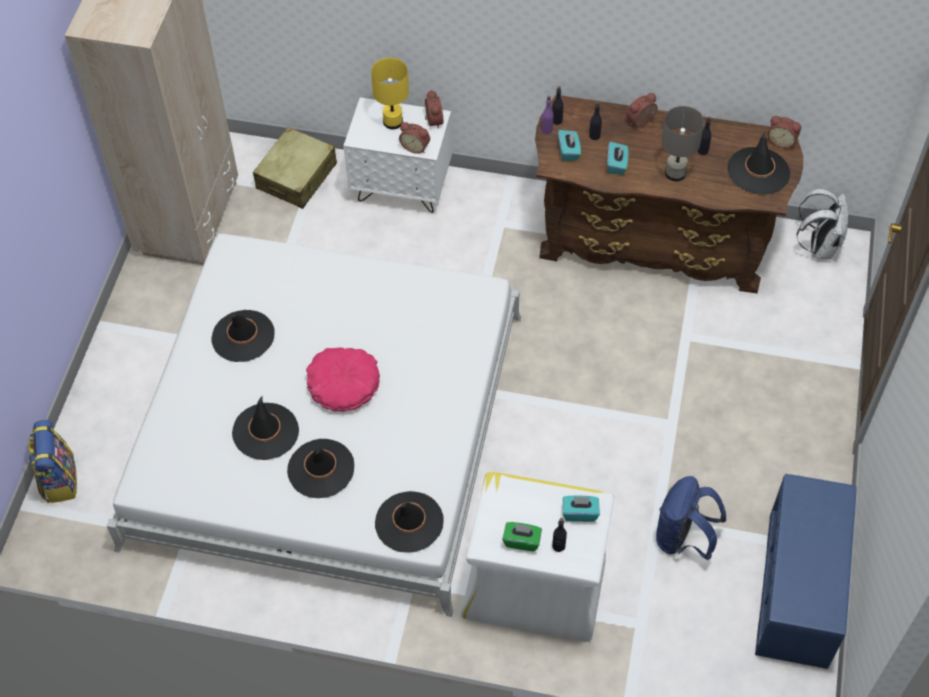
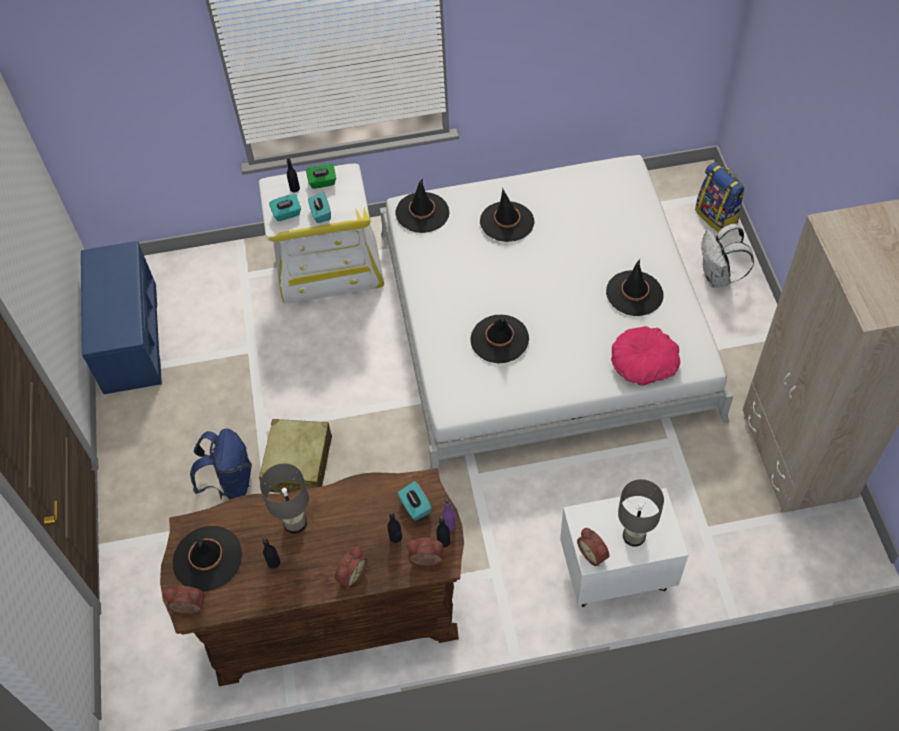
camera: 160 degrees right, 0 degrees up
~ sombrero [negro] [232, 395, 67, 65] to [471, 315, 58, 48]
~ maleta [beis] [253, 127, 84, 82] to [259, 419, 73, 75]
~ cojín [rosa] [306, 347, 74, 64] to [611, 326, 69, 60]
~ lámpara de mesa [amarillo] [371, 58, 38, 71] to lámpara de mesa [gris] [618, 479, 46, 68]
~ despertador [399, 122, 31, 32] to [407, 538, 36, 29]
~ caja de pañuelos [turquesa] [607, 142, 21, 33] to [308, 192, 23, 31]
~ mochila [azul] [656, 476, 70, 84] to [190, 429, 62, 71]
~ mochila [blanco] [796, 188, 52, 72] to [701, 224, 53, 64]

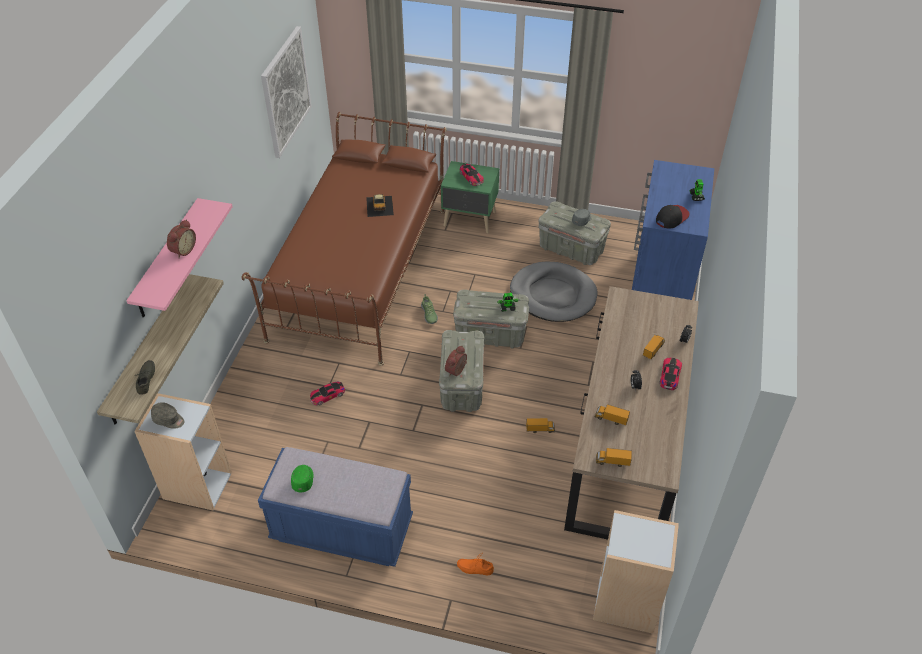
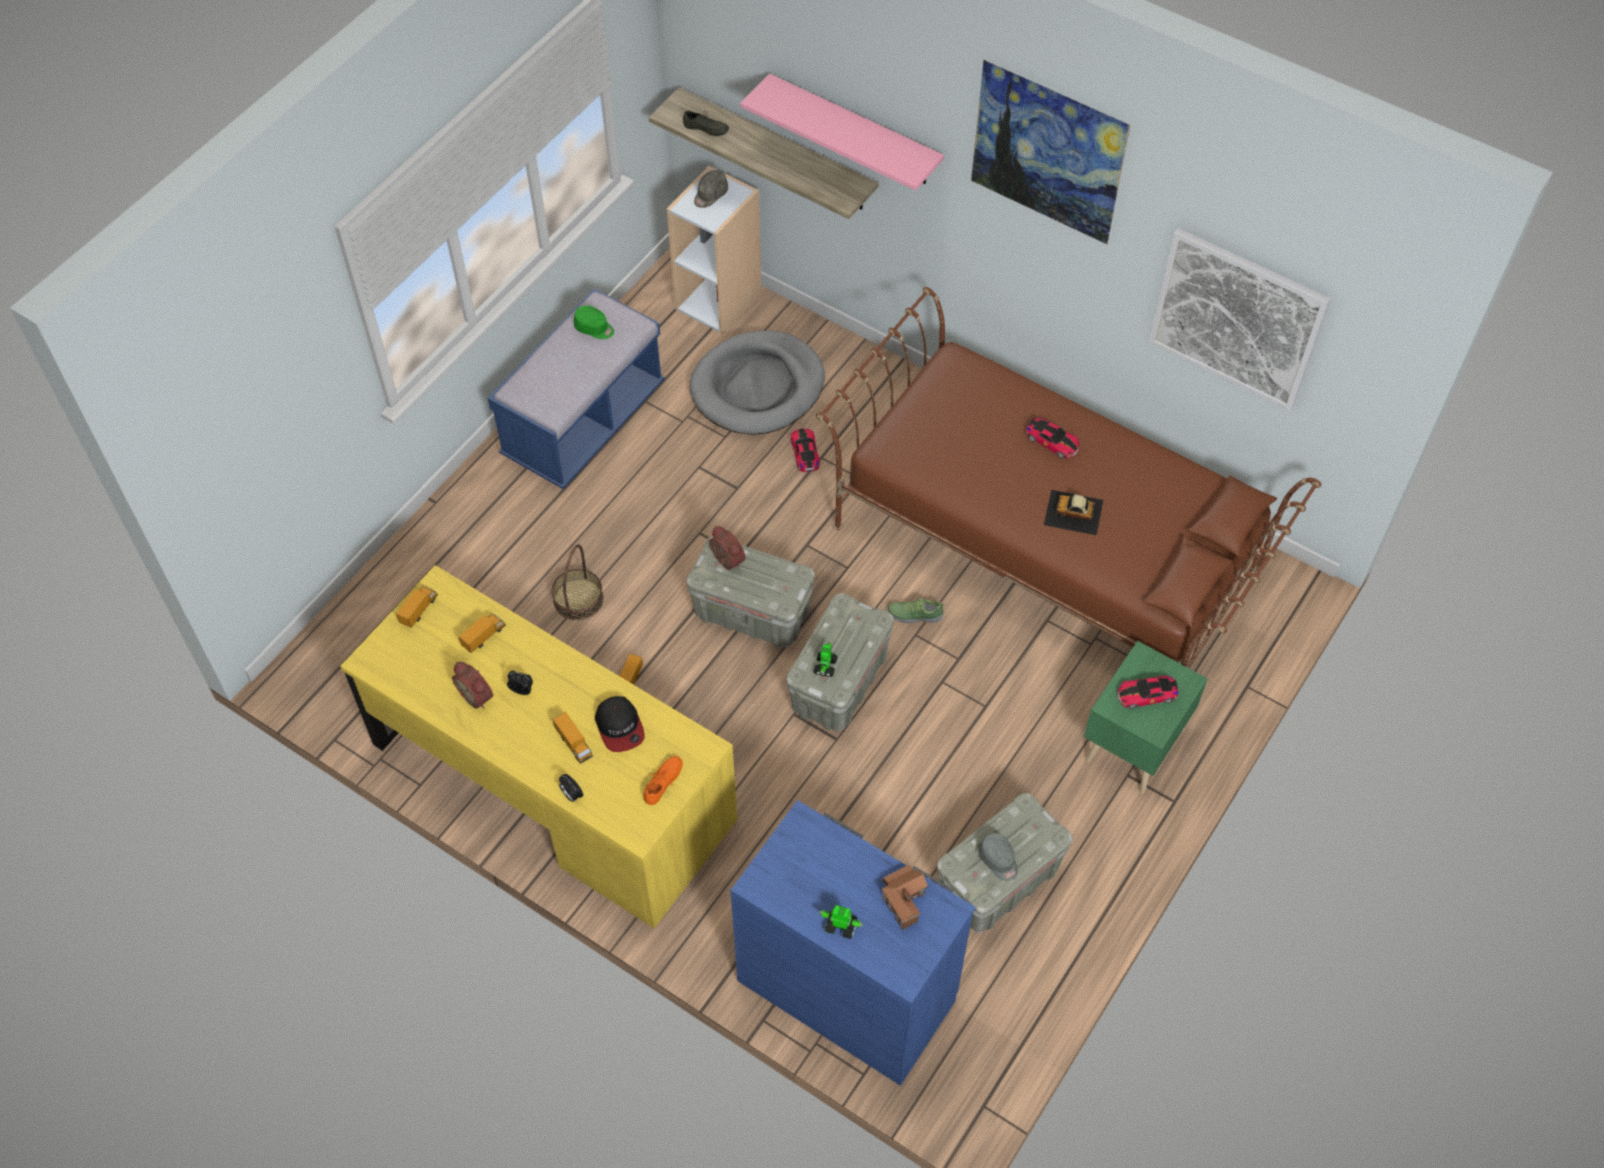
camera: 110 degrees right, 10 degrees up
~ despertador [167, 220, 29, 38] to [452, 662, 41, 47]
~ zapato [naranja] [457, 553, 37, 22] to [644, 756, 39, 49]
~ cama para perro [gris] [510, 261, 88, 61] to [689, 330, 136, 105]
~ escritorio [marrón] [564, 286, 135, 254] to escritorio [amarillo] [340, 565, 397, 363]
- estantería [593, 510, 86, 124]
~ gorra [656, 205, 34, 24] to [595, 696, 50, 56]
~ coche de juguete [659, 358, 23, 32] to [1026, 418, 53, 41]
+ cesta [551, 544, 53, 76]
+ casita [882, 864, 46, 66]
+ cuadro [971, 60, 160, 184]

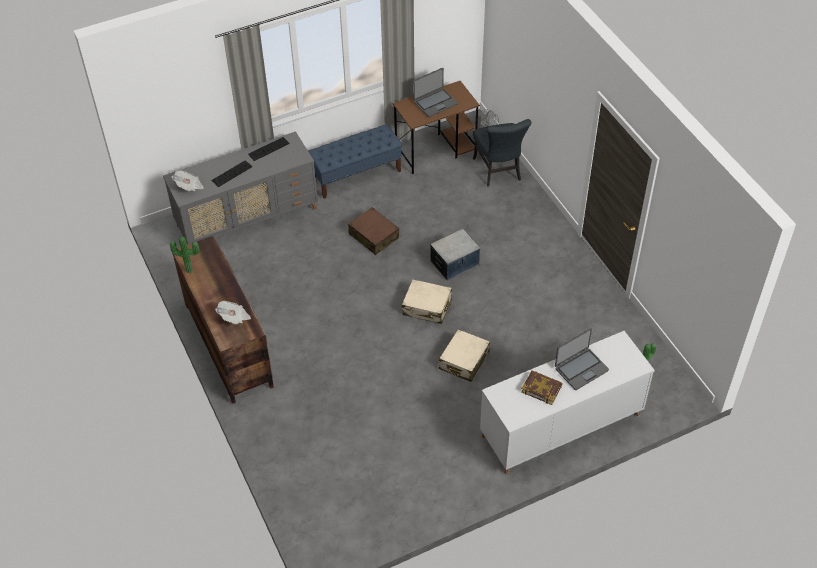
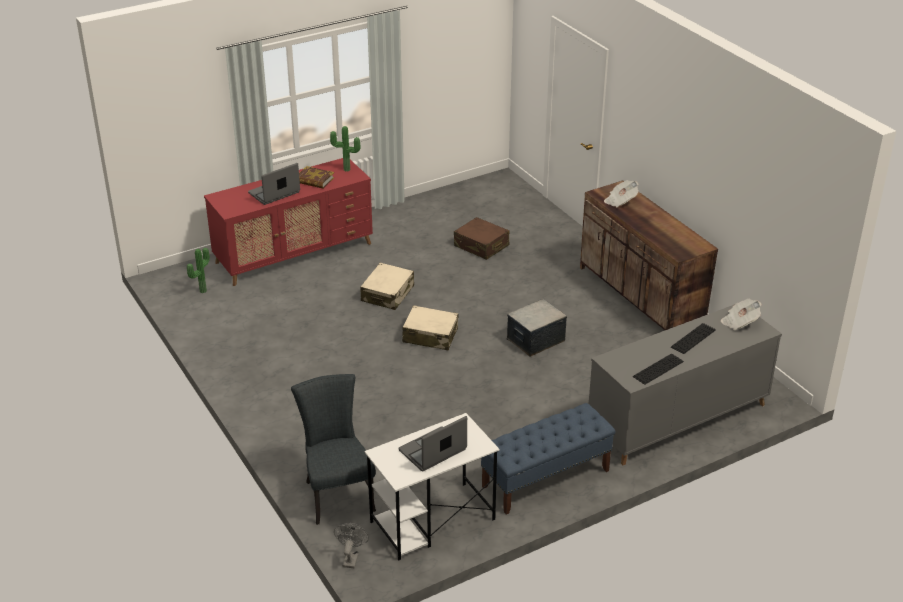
camera: 175 degrees right, 15 degrees down
~ planta en maceta [170, 237, 30, 36] to [330, 126, 31, 46]
~ maleta [marrón] [348, 207, 51, 48] to [454, 217, 55, 43]
~ escritorio [marrón] [393, 81, 87, 93] to escritorio [blanco] [364, 413, 136, 148]
~ caja de almacenaje [430, 229, 50, 52] to [507, 299, 60, 58]
~ cómoda [blanco] [480, 331, 175, 144] to cómoda [rojo] [204, 158, 169, 128]

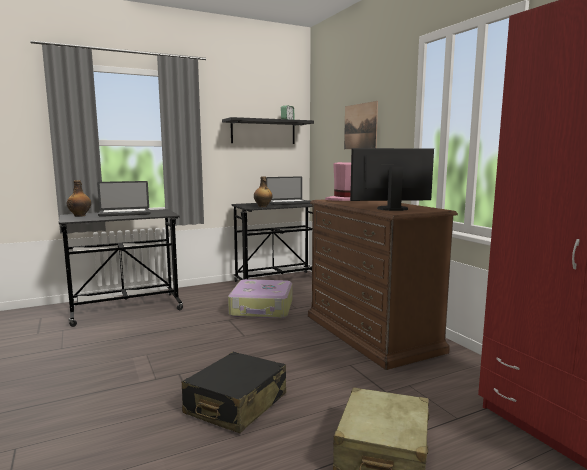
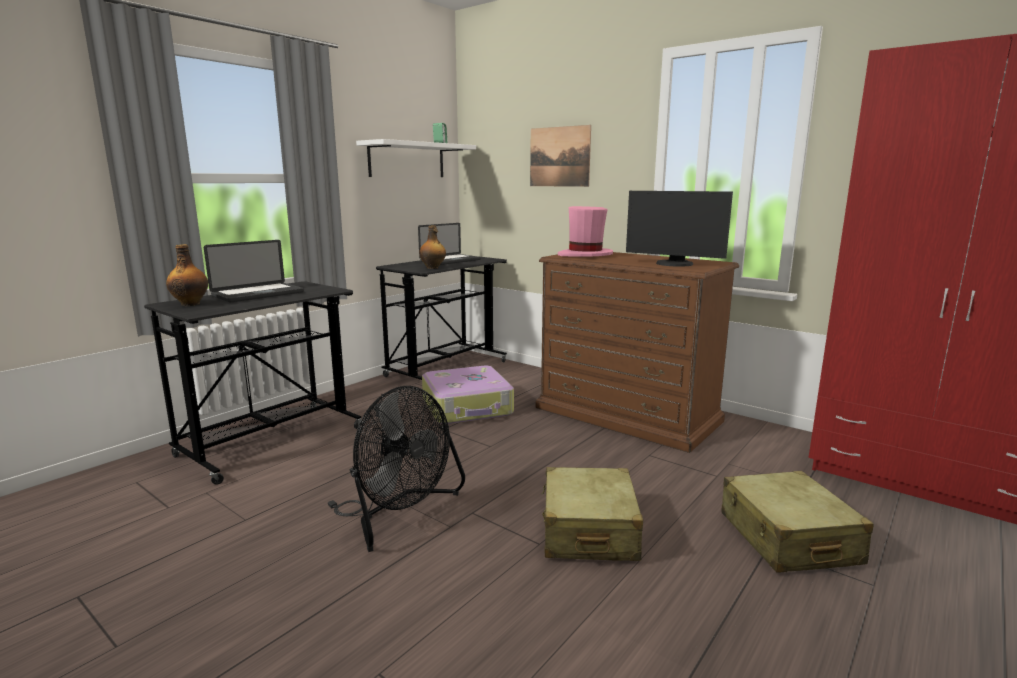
camera: 25 degrees left, 5 degrees up
~ maleta [negro] [182, 352, 104, 81] to maleta [beis] [542, 467, 101, 94]
~ estante [negro] [222, 117, 92, 27] to estante [blanco] [356, 139, 120, 38]
~ monitor [350, 148, 84, 63] = [626, 191, 107, 76] 120 degrees counterclockwise
+ ventilador [negro] [328, 386, 137, 166]

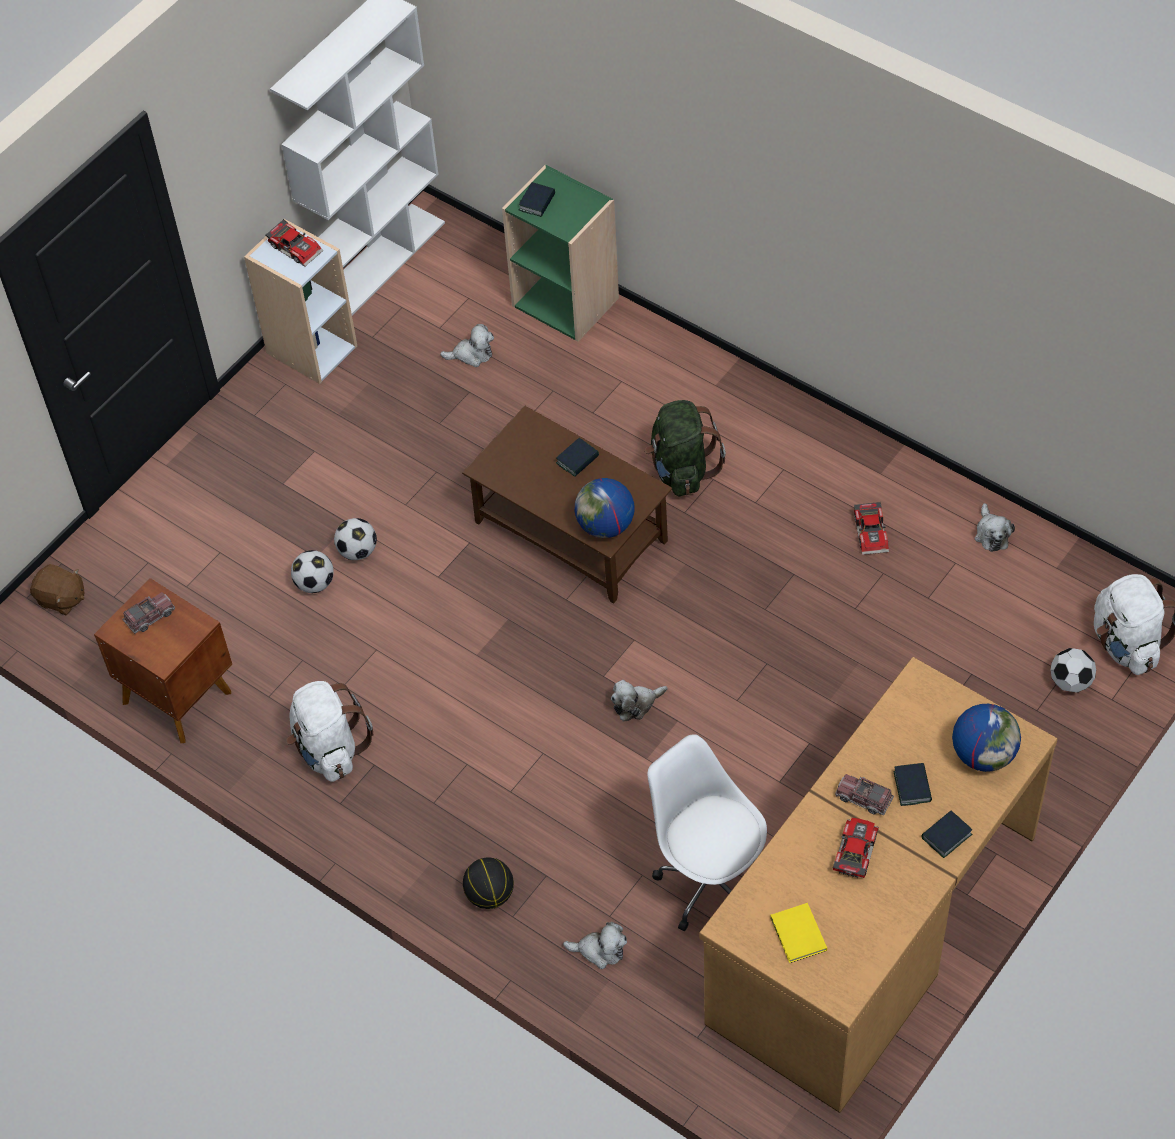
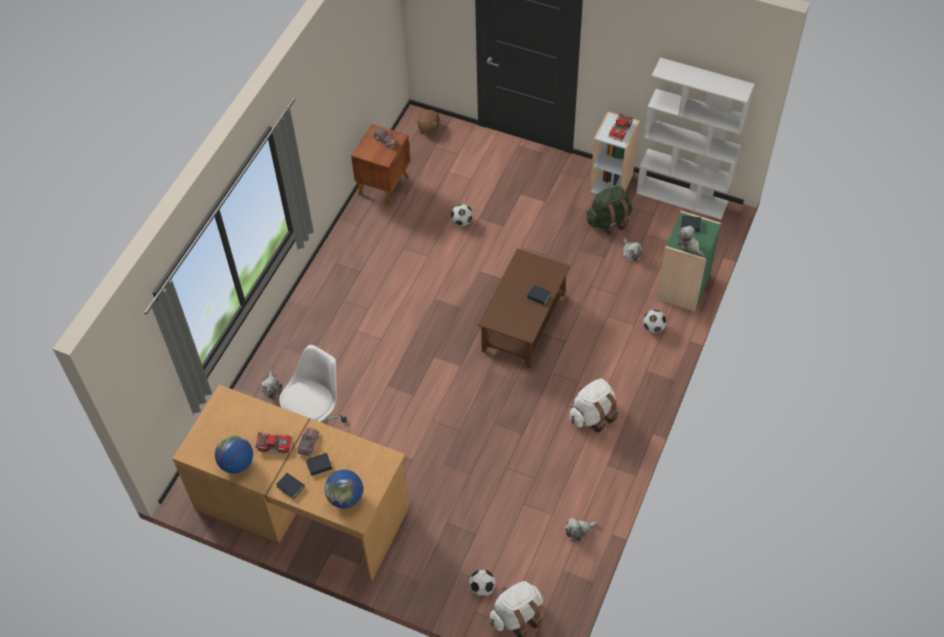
camera: 75 degrees right, 0 degrees up
~ mochila [blanco] [287, 681, 86, 101] to [569, 379, 49, 53]
~ balón de fútbol [334, 518, 43, 42] to [643, 309, 24, 24]
- balón de baloncesto [463, 858, 51, 51]
~ globo terráqueo [575, 478, 59, 60] to [215, 436, 38, 38]
~ peluche [611, 680, 57, 41] to [677, 226, 27, 31]
~ mochila [verde] [645, 400, 81, 96] to [586, 186, 46, 49]
- libro [amarillo] [770, 903, 57, 60]
- coche de juguete [854, 502, 35, 53]

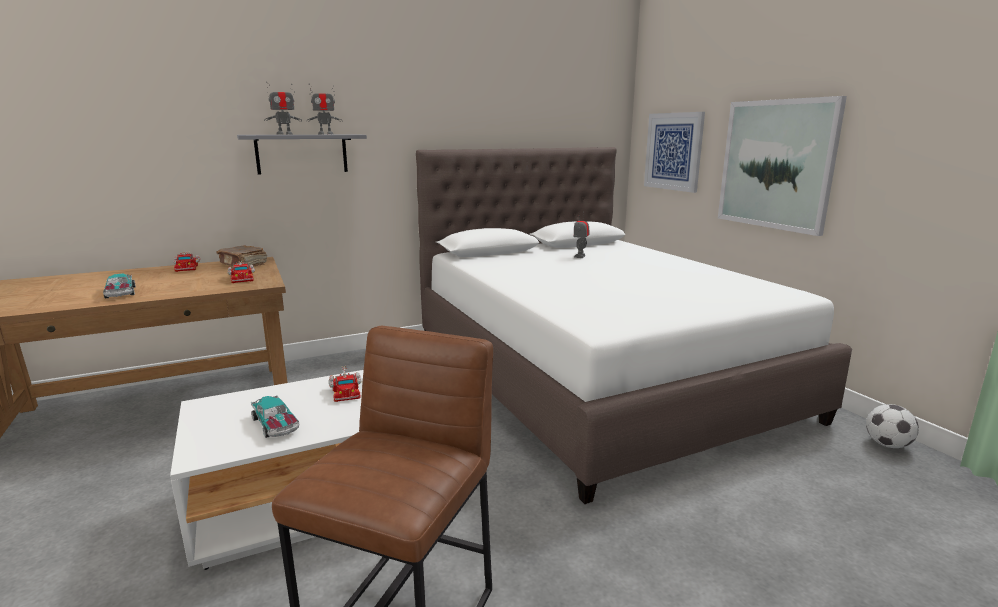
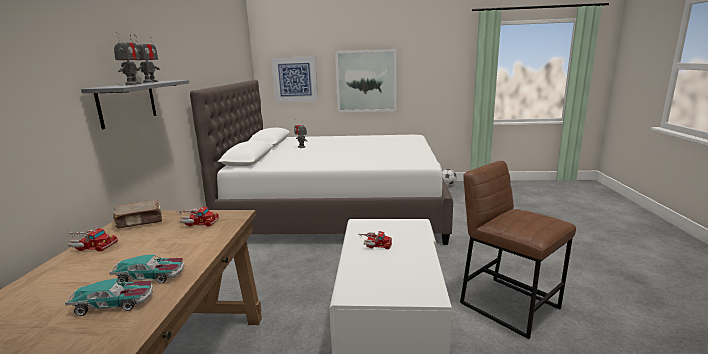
camera: 60 degrees left, 0 degrees up
~ coche de juguete [251, 395, 48, 43] to [65, 279, 88, 37]

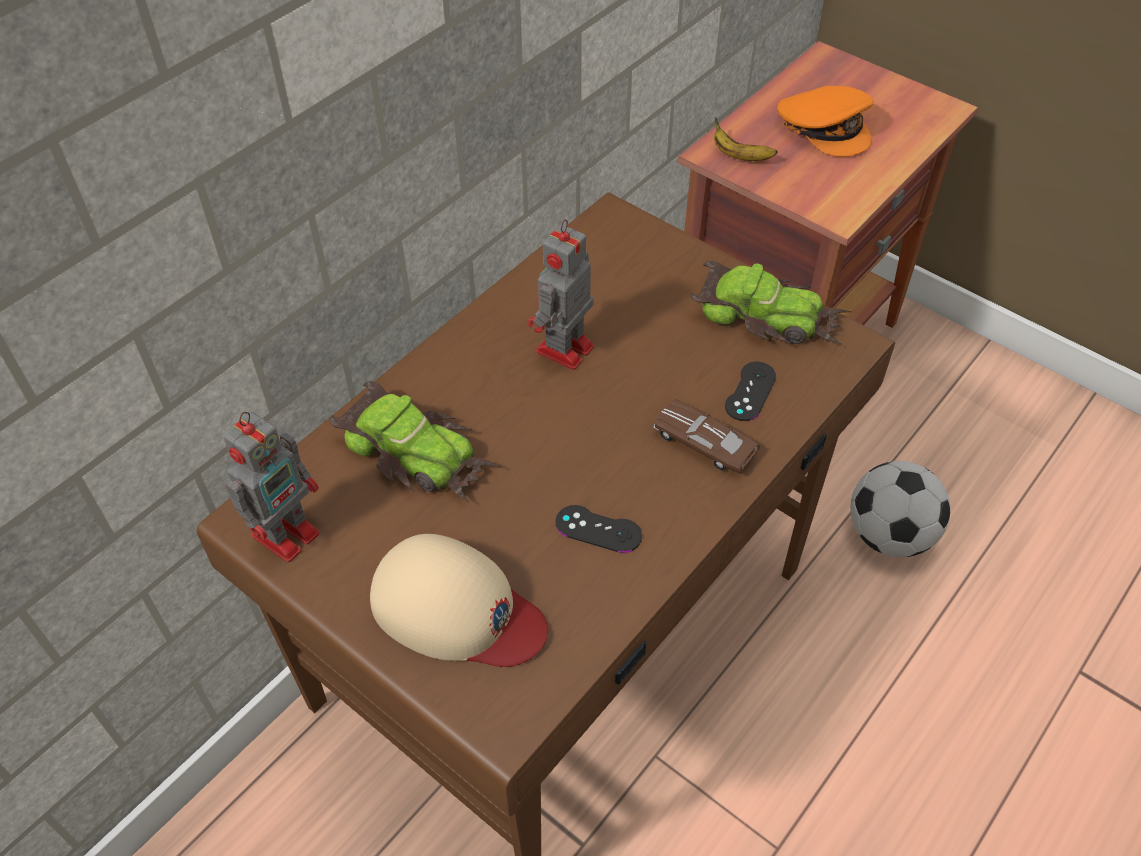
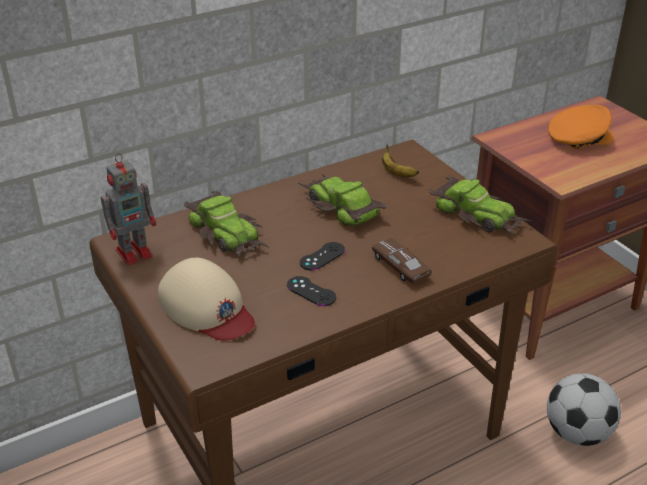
camera: 20 degrees right, 15 degrees down
~ robot de juguete [528, 219, 66, 151] to coche de juguete [299, 174, 87, 52]
~ plátano [714, 117, 64, 44] to [382, 144, 37, 33]
~ mando de consola [negro] [725, 362, 51, 59] to [300, 242, 45, 28]
~ gorra [naranja] [777, 86, 97, 71] = [548, 105, 66, 44] 90 degrees counterclockwise

